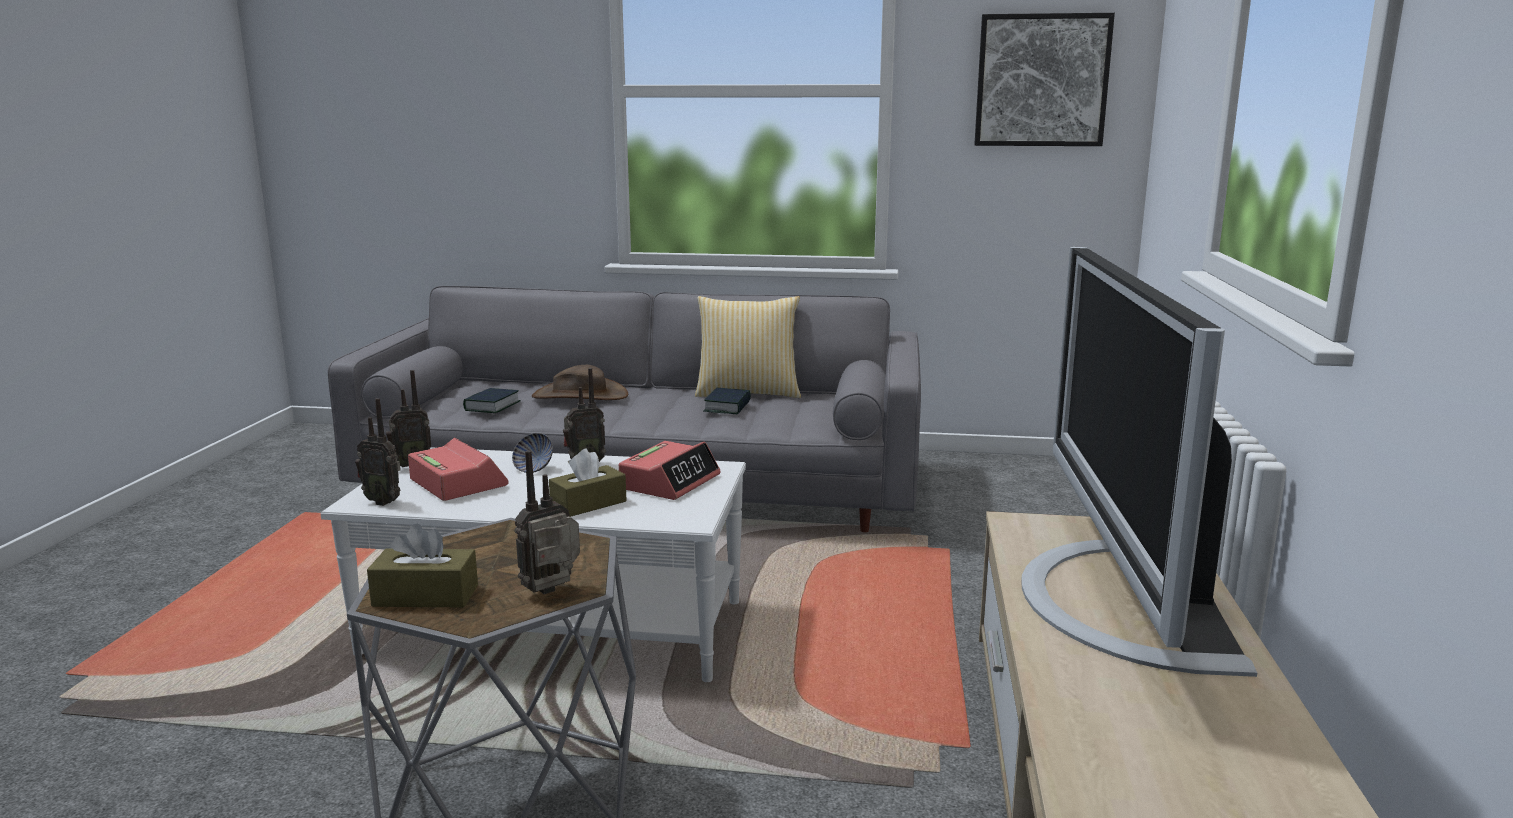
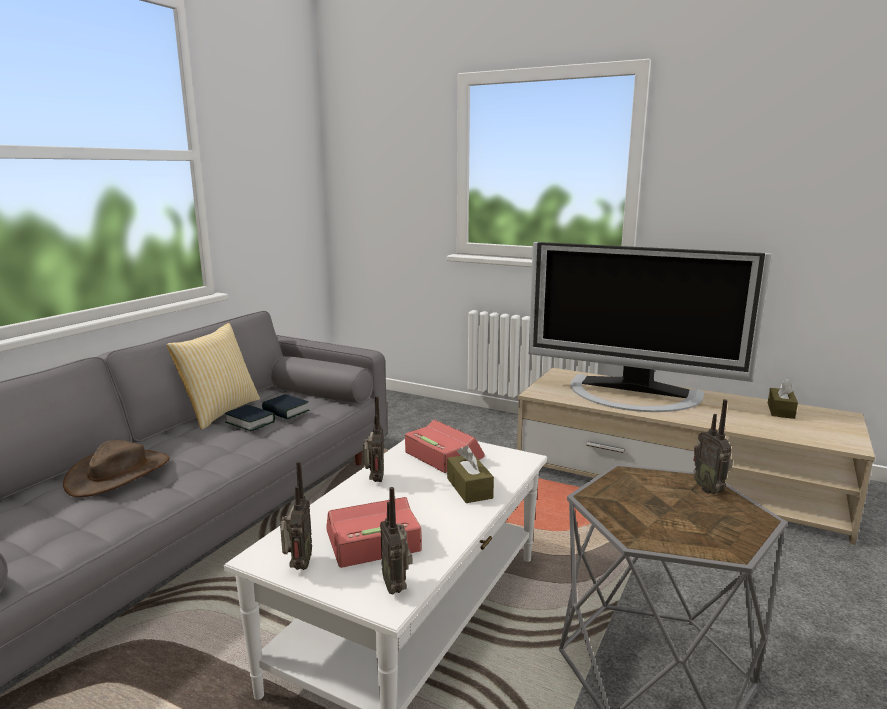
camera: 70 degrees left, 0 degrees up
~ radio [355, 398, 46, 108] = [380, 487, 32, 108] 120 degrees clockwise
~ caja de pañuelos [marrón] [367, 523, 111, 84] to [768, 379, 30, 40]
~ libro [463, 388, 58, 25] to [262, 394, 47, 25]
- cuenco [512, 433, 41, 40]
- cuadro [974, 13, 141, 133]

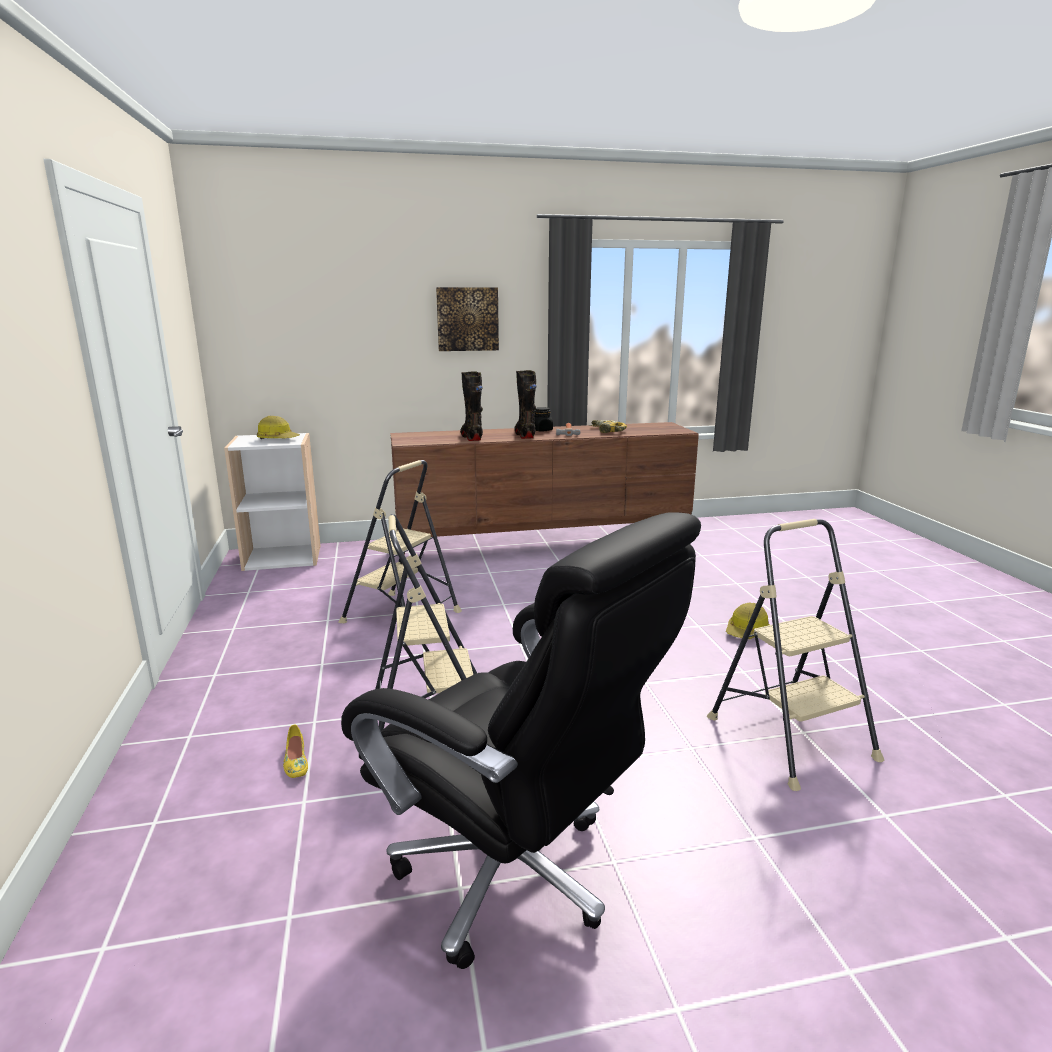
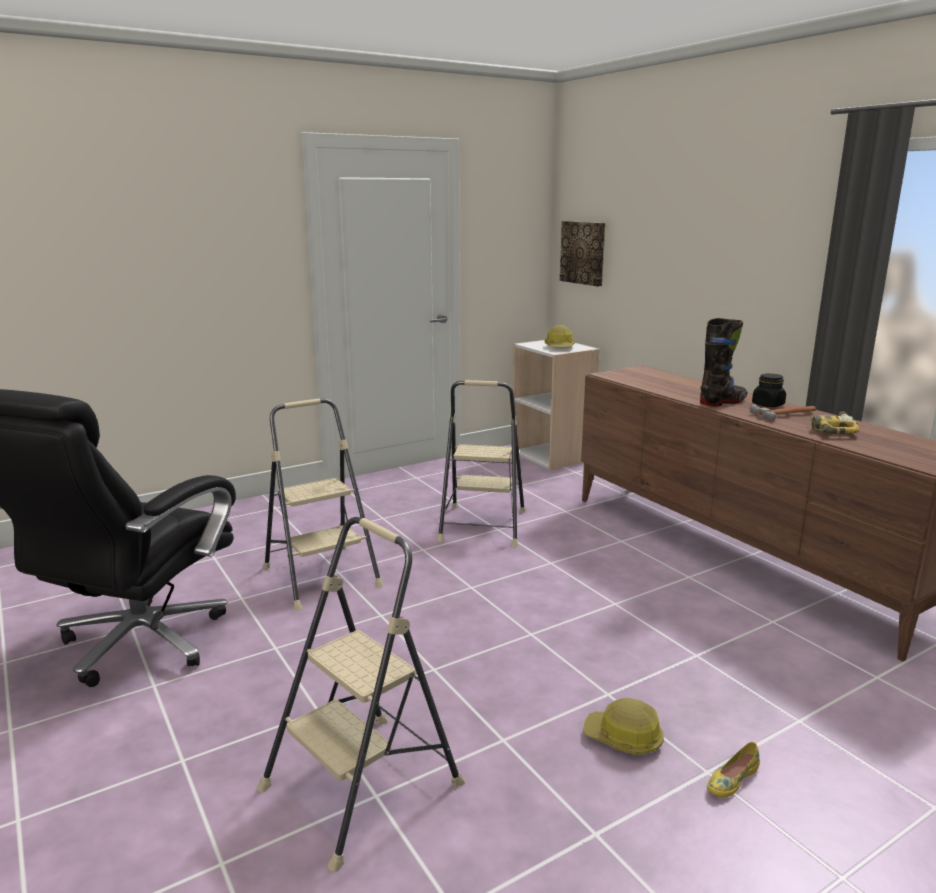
camera: 70 degrees right, 0 degrees up
~ zapato [amarillo] [283, 725, 25, 53] to [707, 742, 53, 56]
~ cuadro [436, 287, 63, 64] to [560, 221, 45, 65]
- bota [negro] [460, 371, 23, 70]

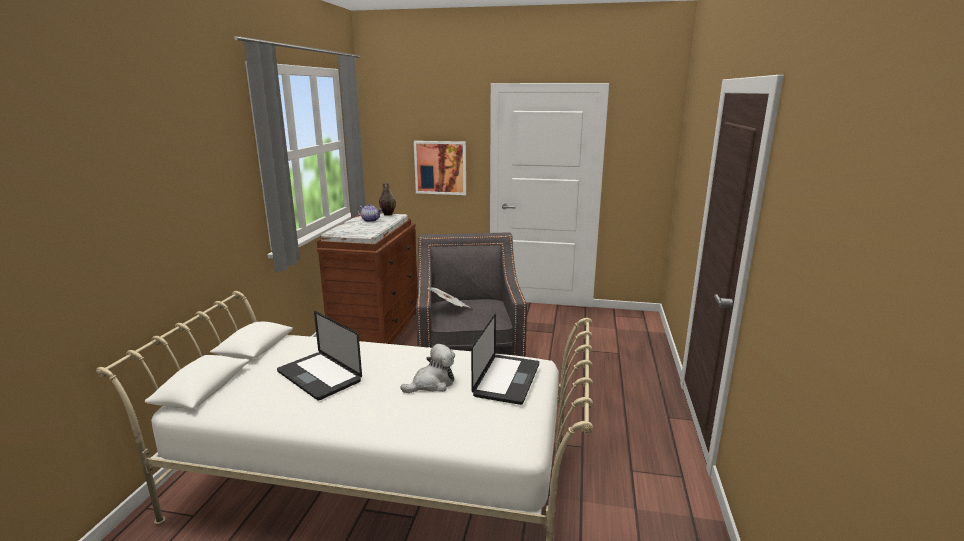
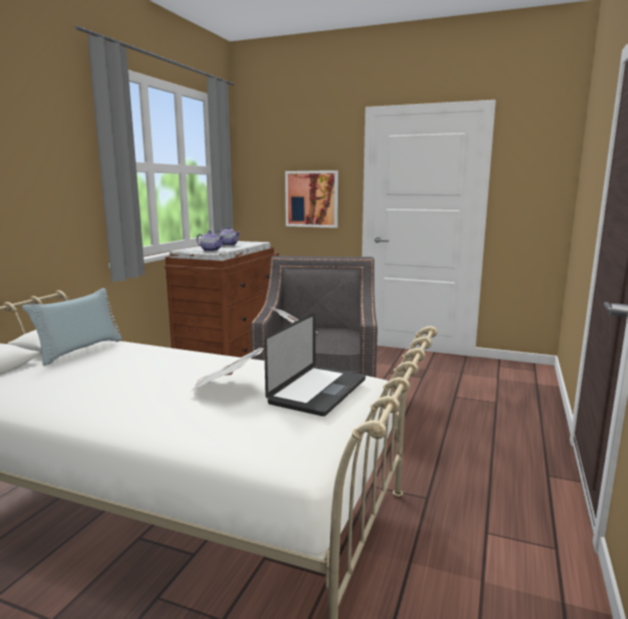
camera: 10 degrees right, 5 degrees down
- portátil [277, 311, 85, 90]
- florero [379, 182, 17, 34]
~ peluche [400, 344, 55, 49] to periódico [190, 347, 74, 45]
+ cojín [azul] [22, 288, 100, 78]
+ tetera [197, 230, 27, 21]

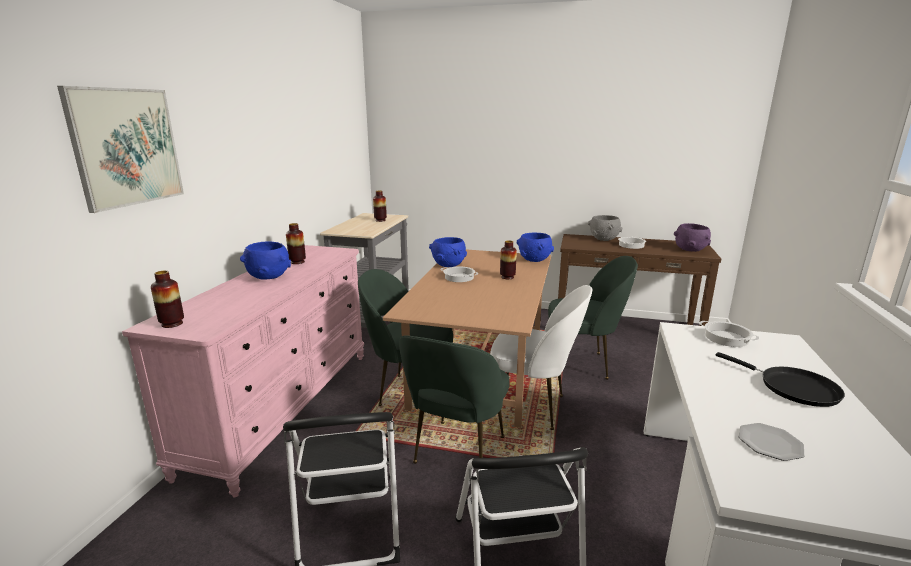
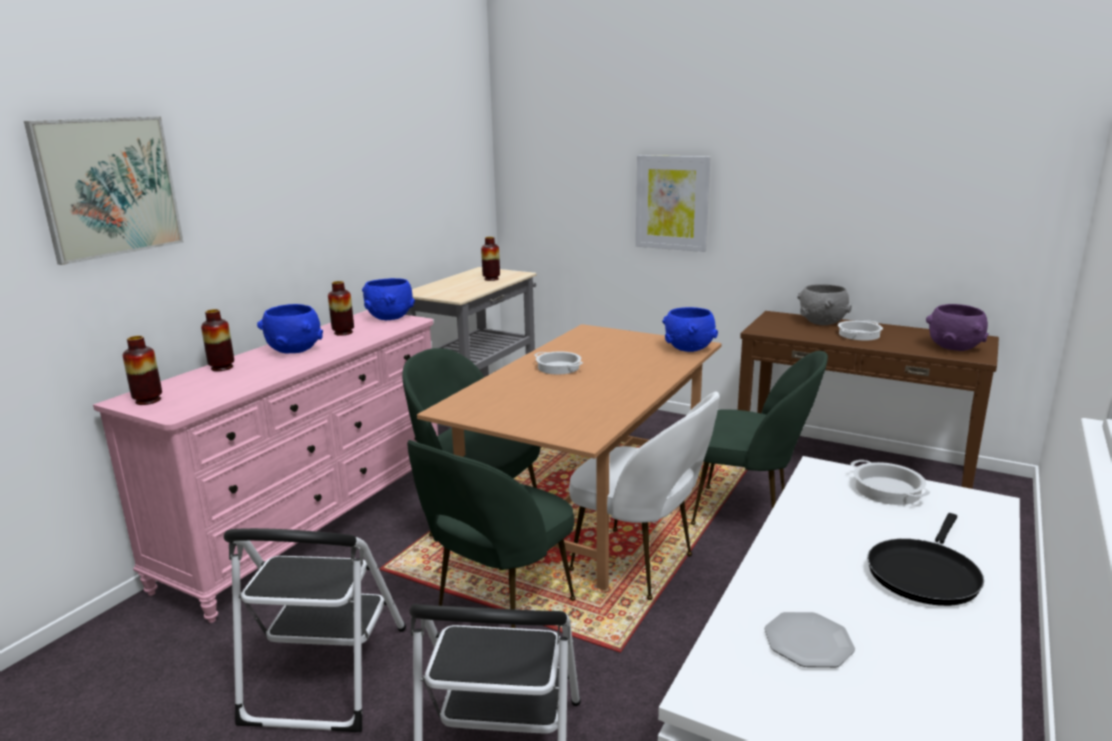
camera: 15 degrees right, 0 degrees up
~ cuenco [azul] [429, 237, 38, 30] to [362, 278, 53, 42]
~ florero [500, 241, 17, 38] to [201, 309, 33, 62]
~ sartén [negro] [716, 352, 129, 55] = [868, 513, 116, 93] 60 degrees clockwise
+ cuadro [636, 155, 75, 97]

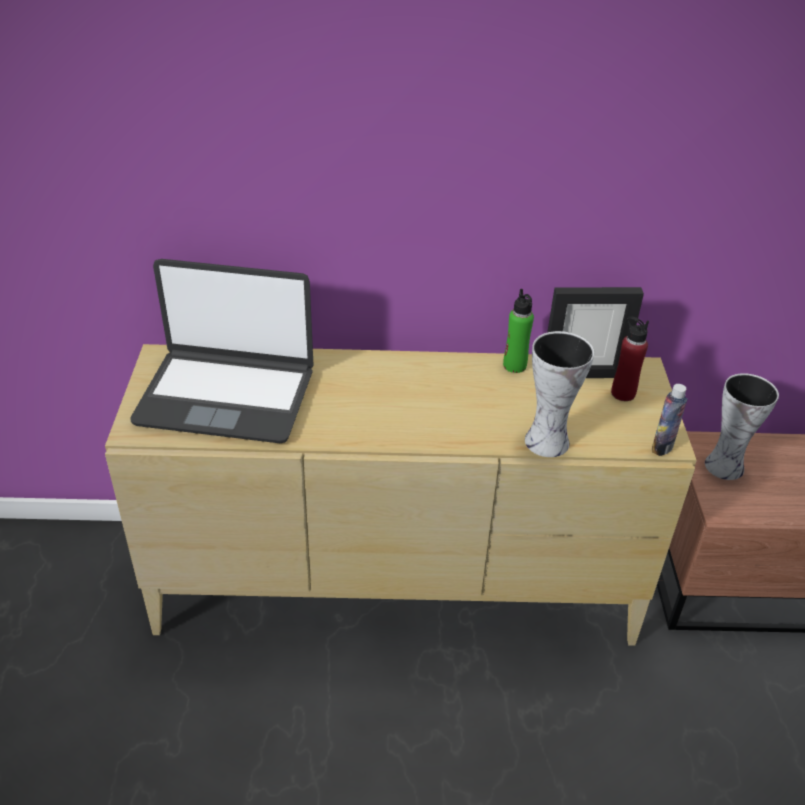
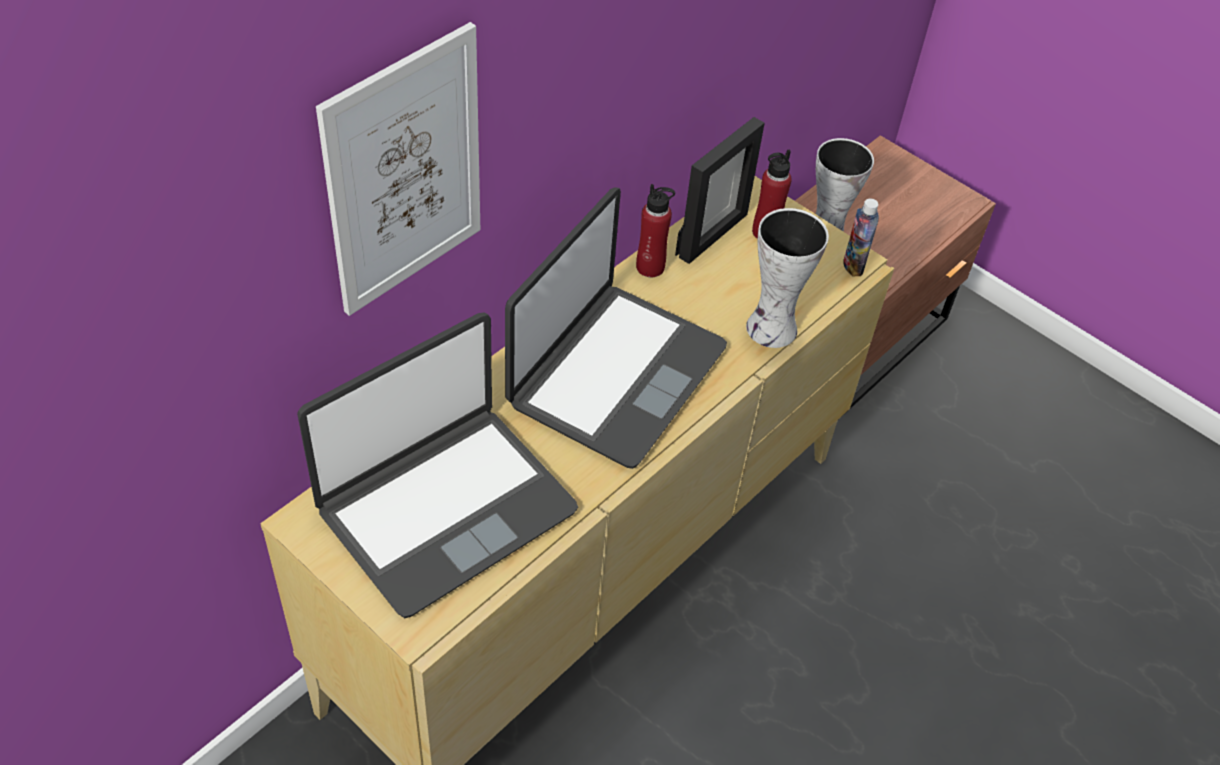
camera: 50 degrees left, 10 degrees up
~ botella [verde] [503, 289, 31, 84] to botella [rojo] [636, 184, 39, 93]
+ cuadro [316, 22, 164, 294]
+ portátil [505, 187, 222, 282]

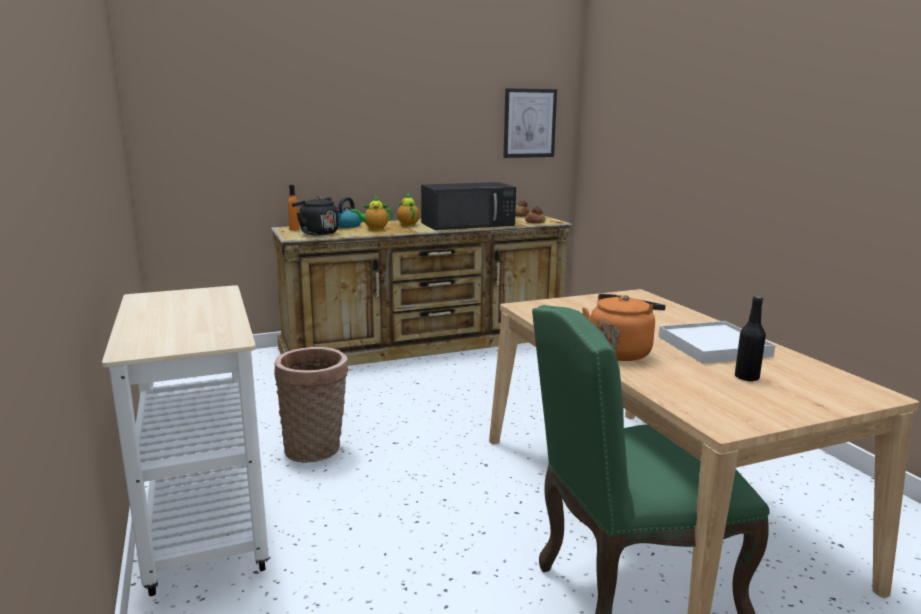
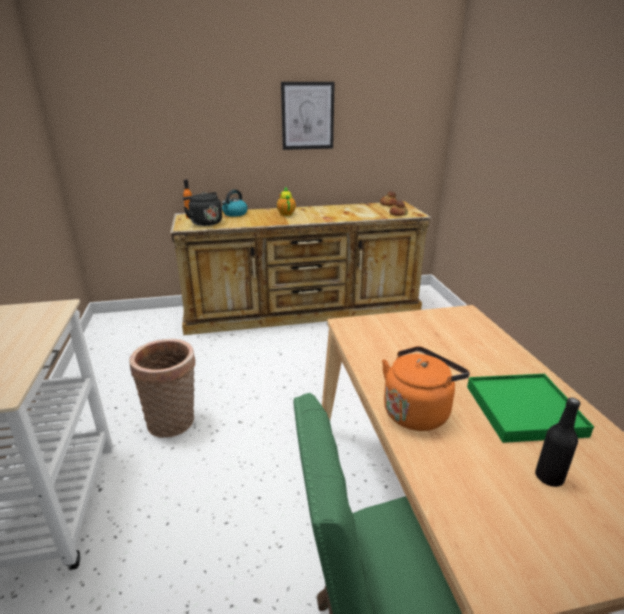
camera: 10 degrees right, 10 degrees up
- tetera [351, 196, 42, 34]
- microondas [negro] [421, 182, 95, 48]
~ cuadro [504, 88, 53, 70] to [281, 82, 54, 68]
~ bandeja [blanco] [659, 321, 116, 43] to bandeja [verde] [467, 374, 127, 69]

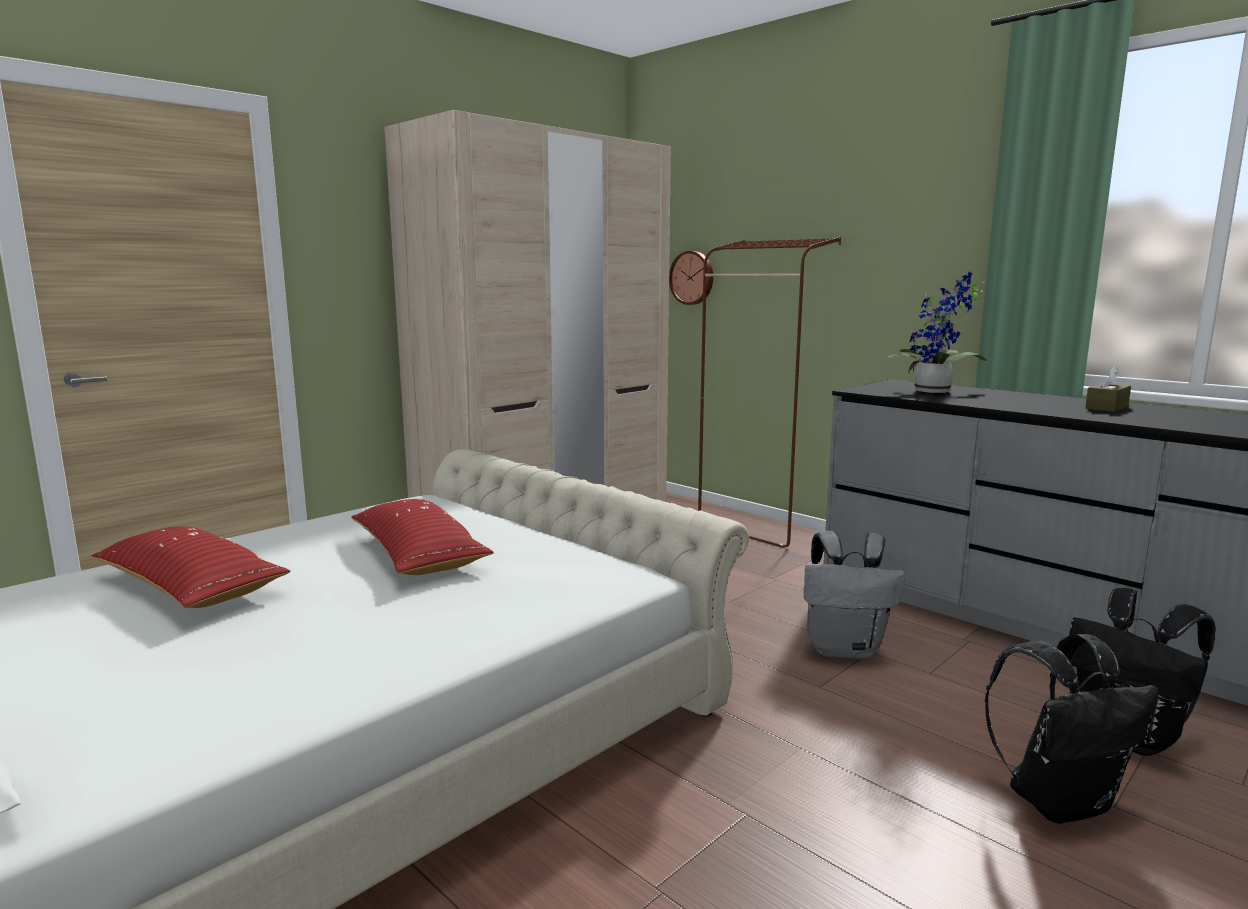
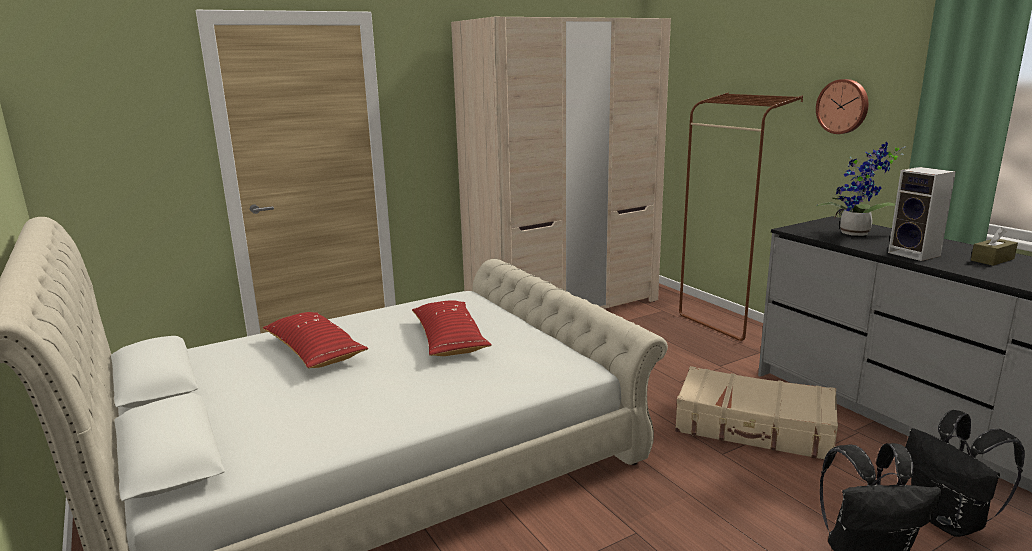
camera: 15 degrees right, 5 degrees up
~ reloj de pared [669, 251, 44, 54] to [816, 79, 53, 55]
~ mochila [gris] [804, 531, 101, 128] to maleta [beis] [675, 366, 163, 93]
+ altavoz [888, 167, 68, 94]

